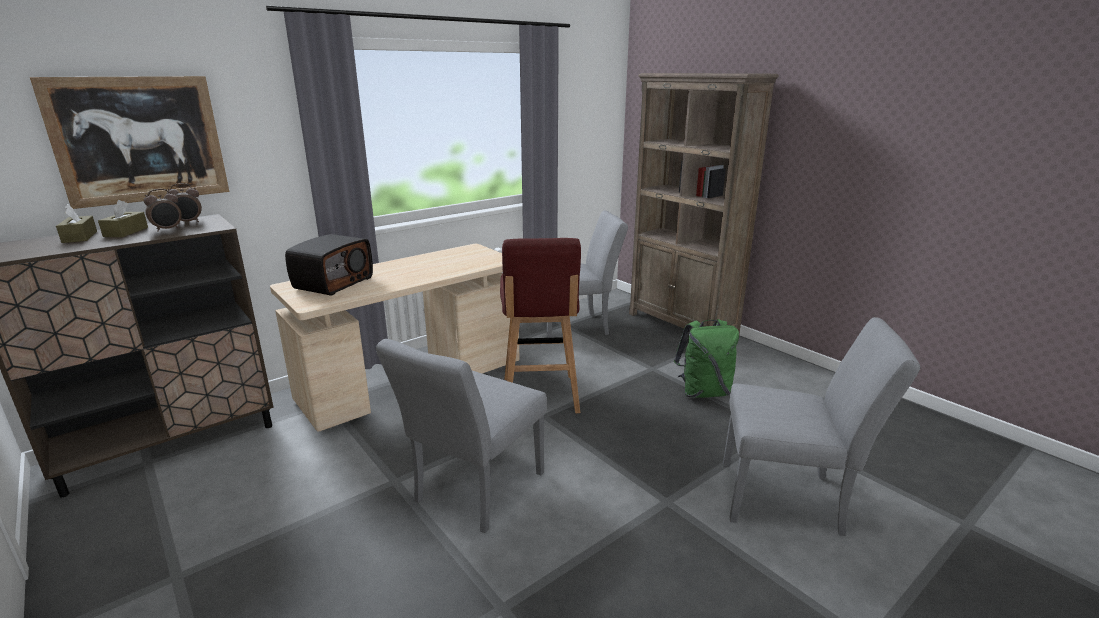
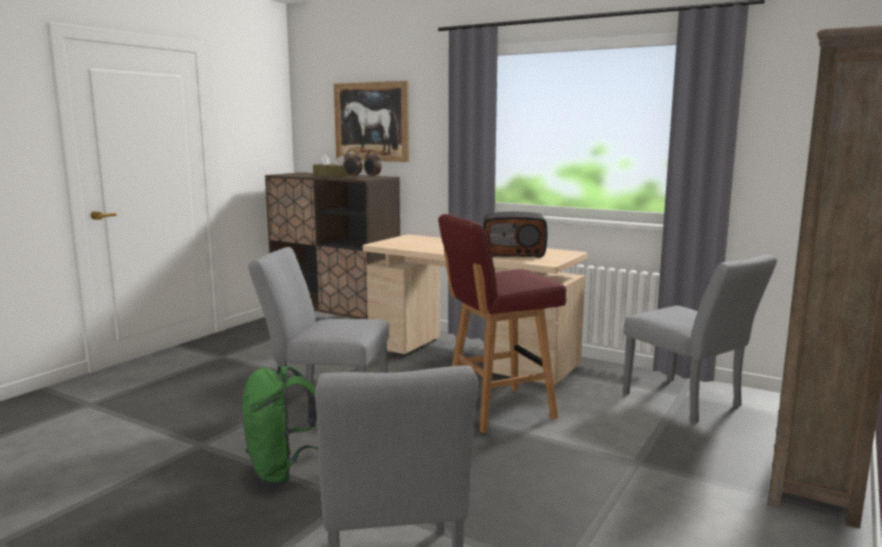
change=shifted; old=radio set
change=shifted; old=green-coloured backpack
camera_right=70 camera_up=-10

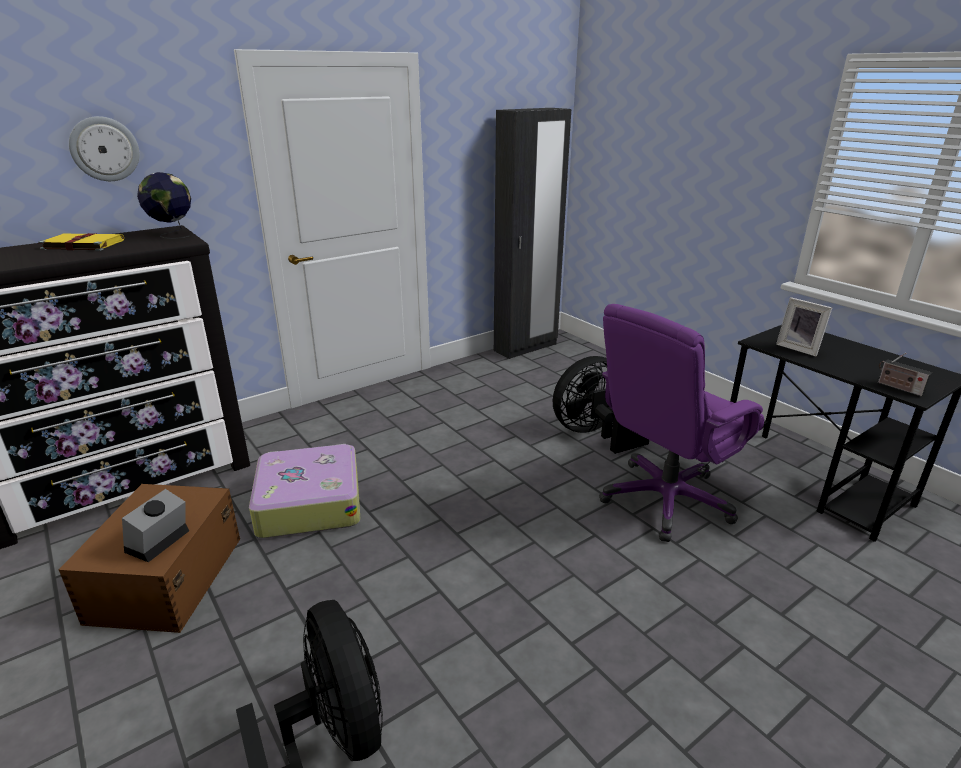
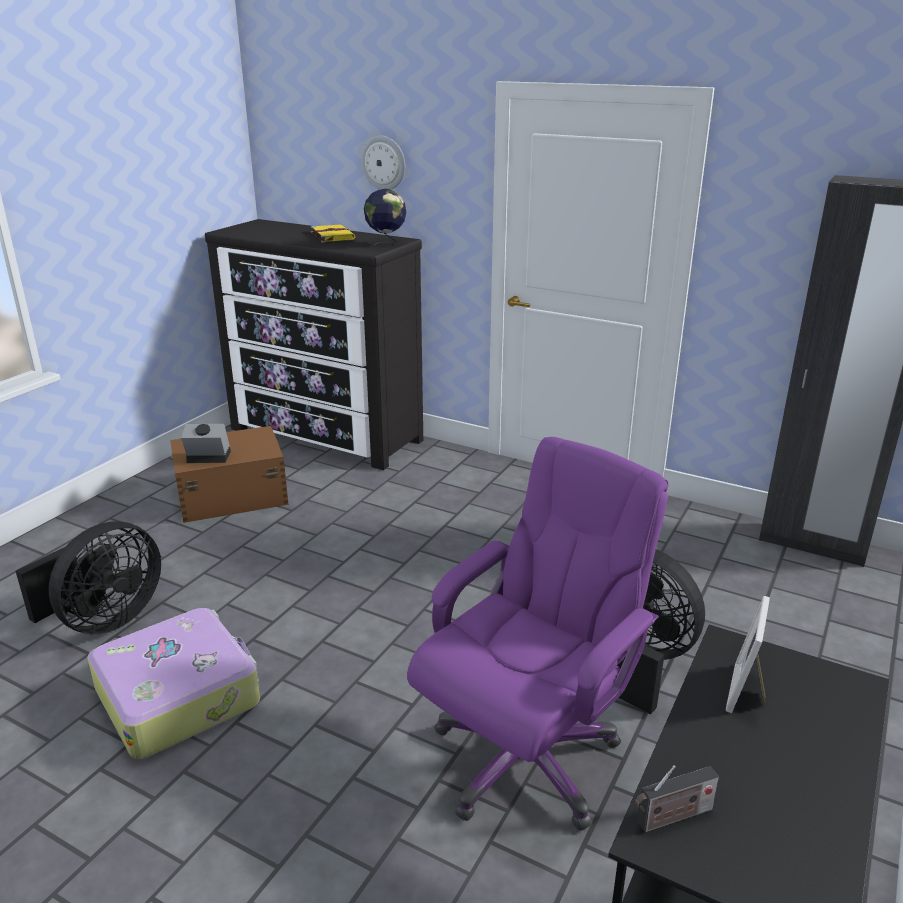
change=shifted; old=piece of luggage
change=rotated; old=purple desk chair; degrees=105
change=rotated; old=radio set; degrees=-135
camera_right=65 camera_up=0

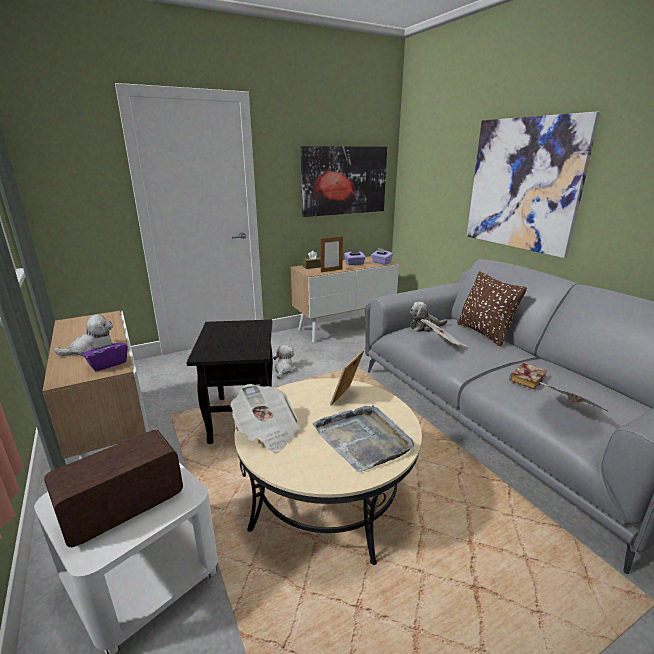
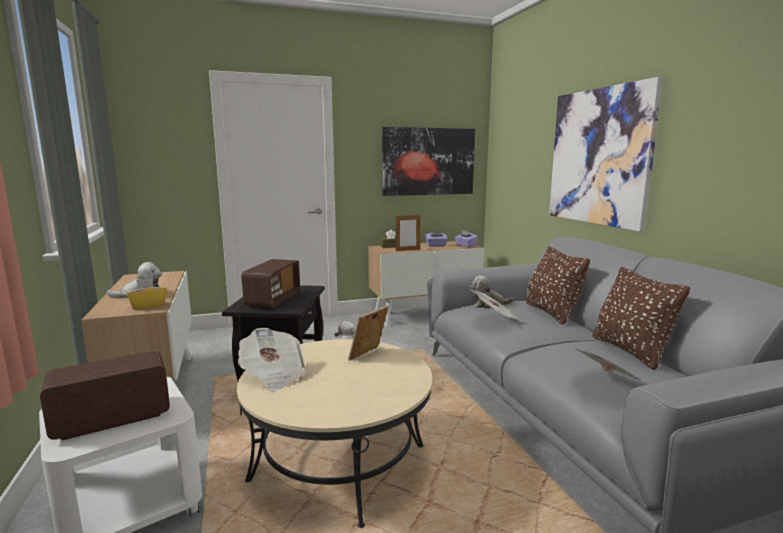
change=gone; old=greyish tray
change=gone; old=volume
change=new; new=radio set (no. 2 from left)
change=new; new=brown pillow (no. 2 from left)
change=repainted; old=purple box of tissues (no. 1 from left); new=yellowish box of tissues
camera_right=10 camera_up=-10

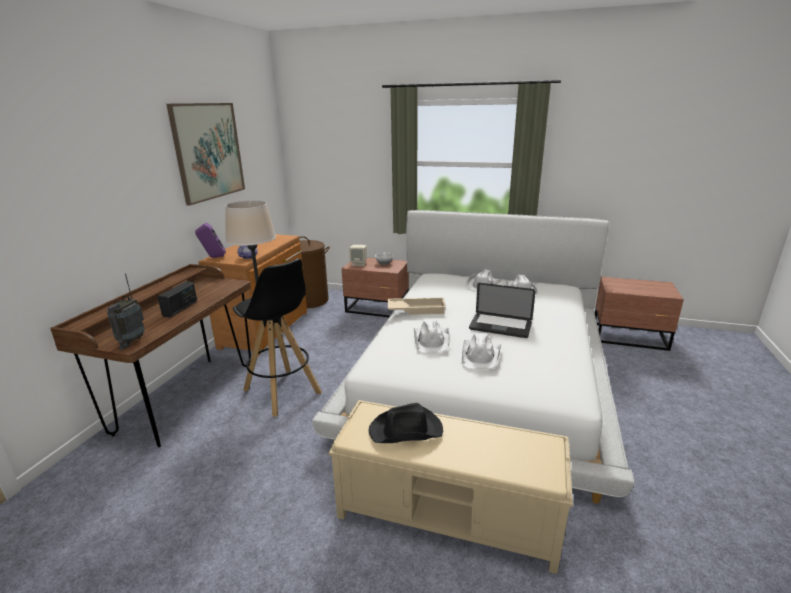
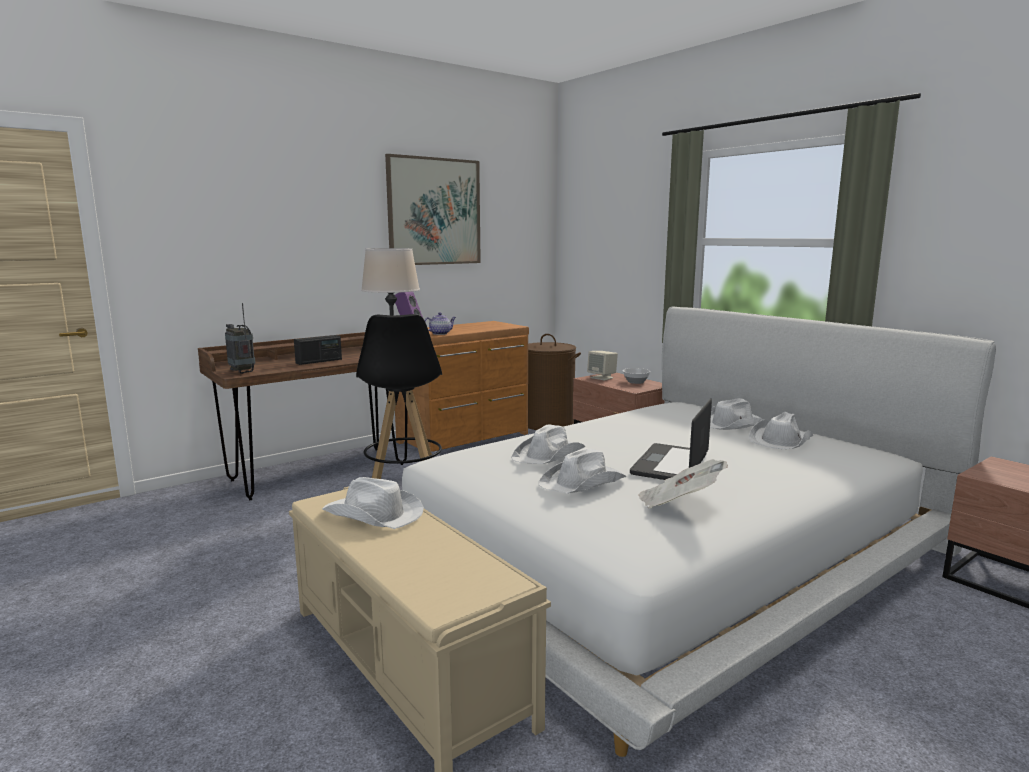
change=gone; old=sand-coloured tray
change=new; new=newspaper
change=repainted; old=black hat; new=white-coloured hat (no. 1 from left)
change=rotated; old=radio set (no. 1 from left); degrees=90
change=rotated; old=notebook computer; degrees=60
camera_right=35 camera_up=-10

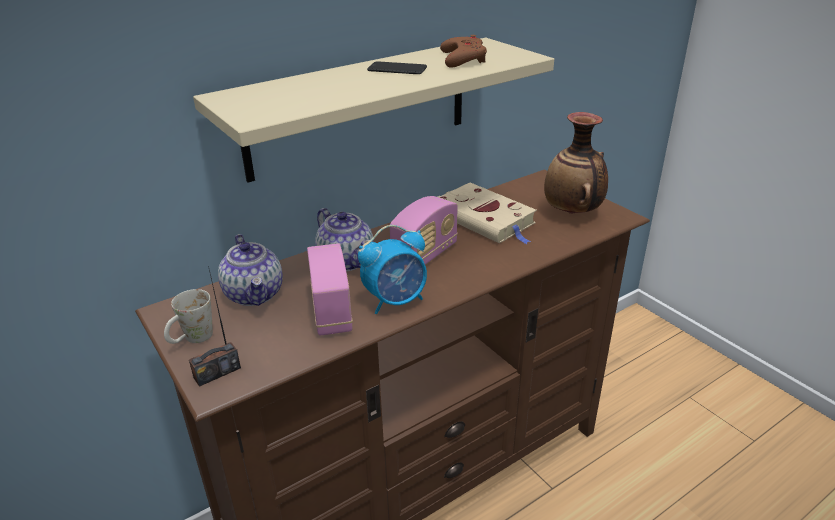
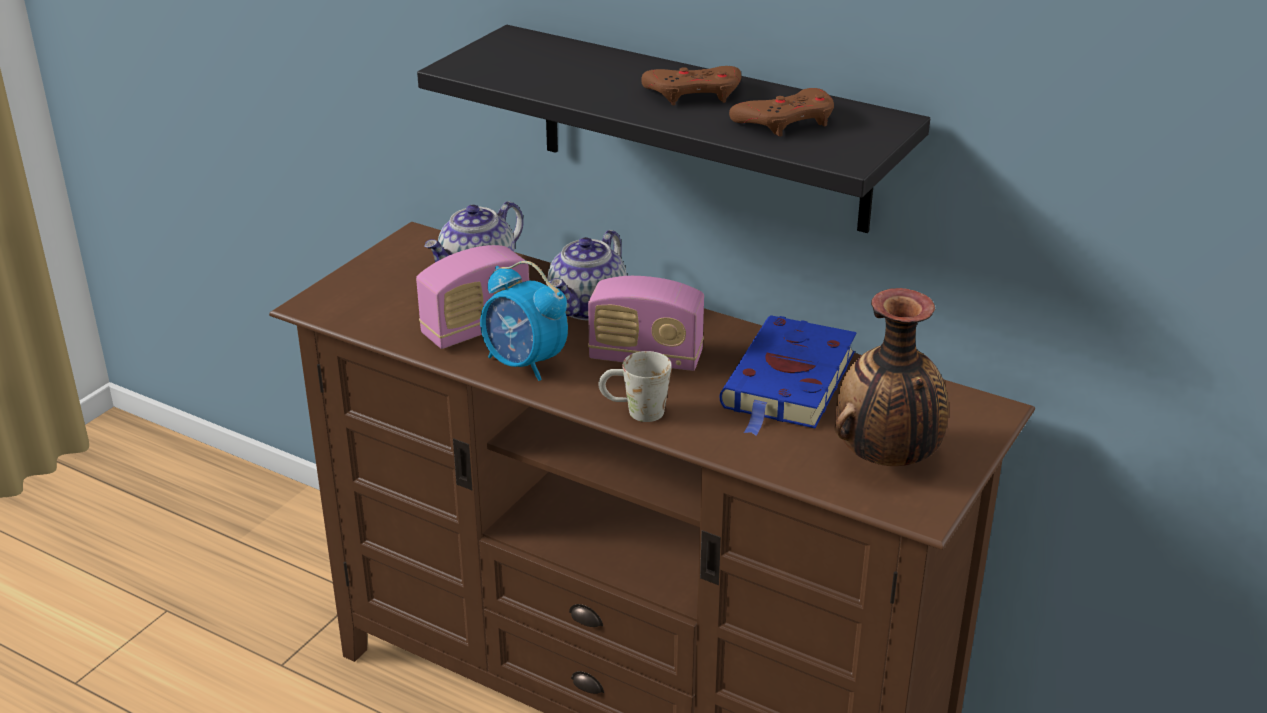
change=gone; old=radio set (no. 1 from left)
change=shifted; old=white-coloured mug
change=swapped; old=telephone; new=brown gamepad (no. 1 from left)
change=repainted; old=sand-coloured shelf; new=black shelf
change=repainted; old=sand-coloured volume; new=bluish volume
camera_right=65 camera_up=0

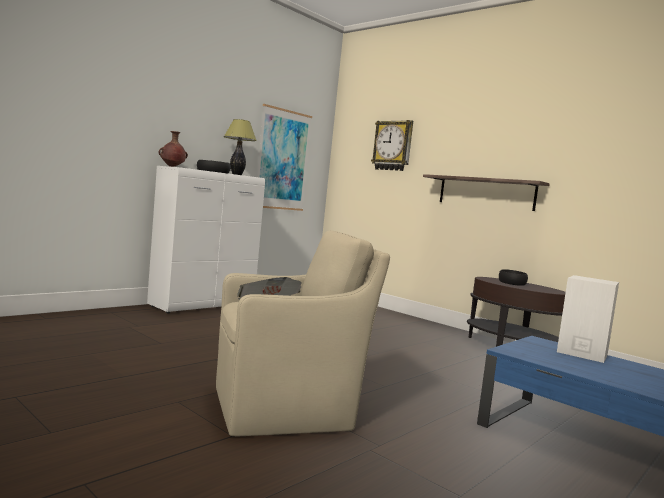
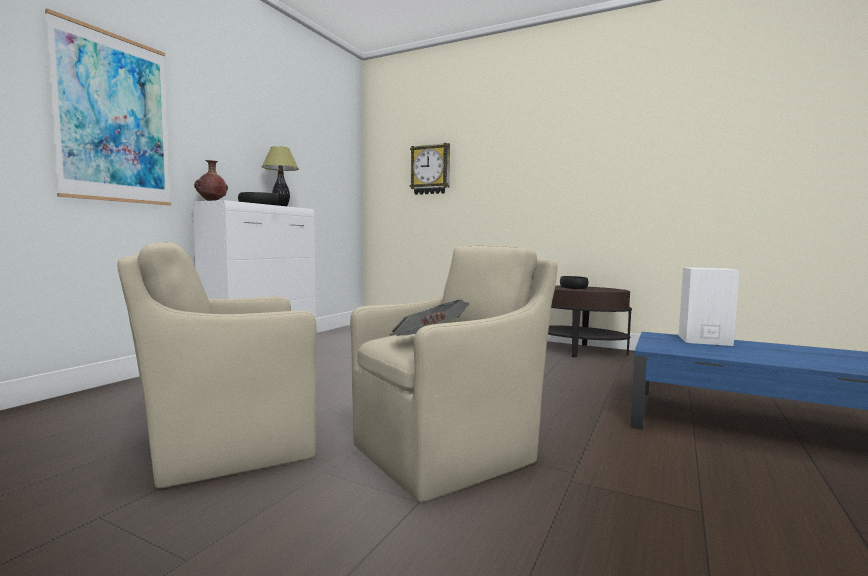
change=gone; old=shelf
change=new; new=sand-coloured easy chair (no. 1 from left)
change=shifted; old=wall art
camera_right=-15 camera_up=0

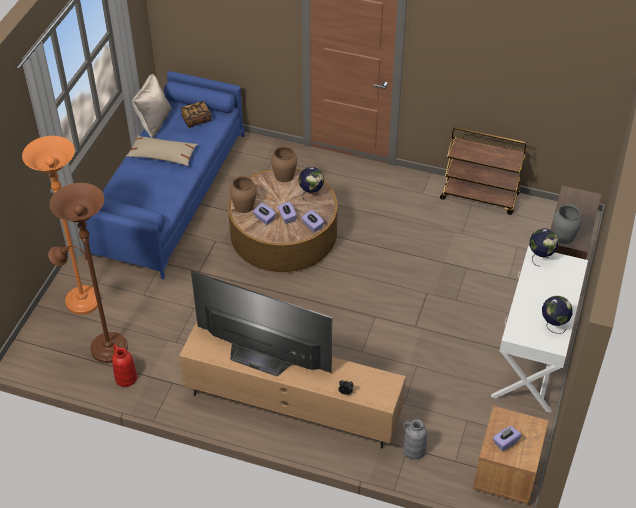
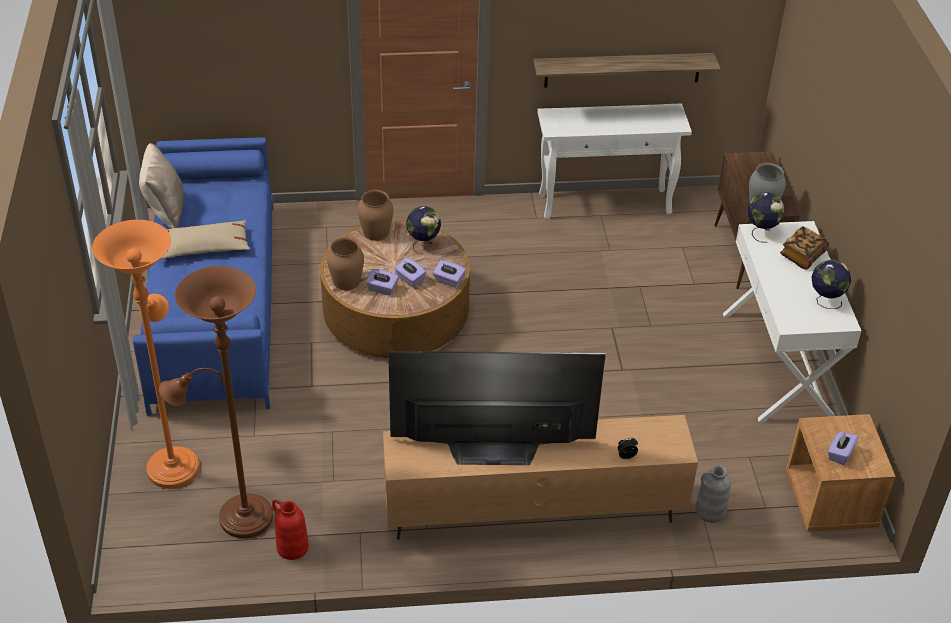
change=new; new=shelf
change=shifted; old=volume
change=swapped; old=brown wheeled cart; new=white-coloured console table (no. 1 from left)
camera_right=-25 camera_up=-5

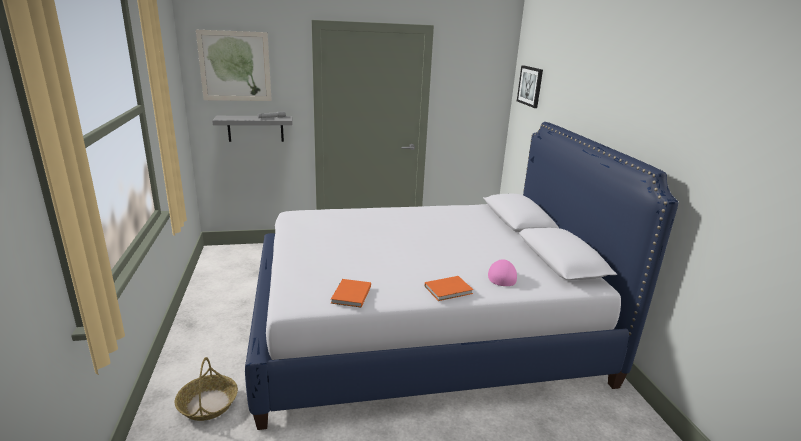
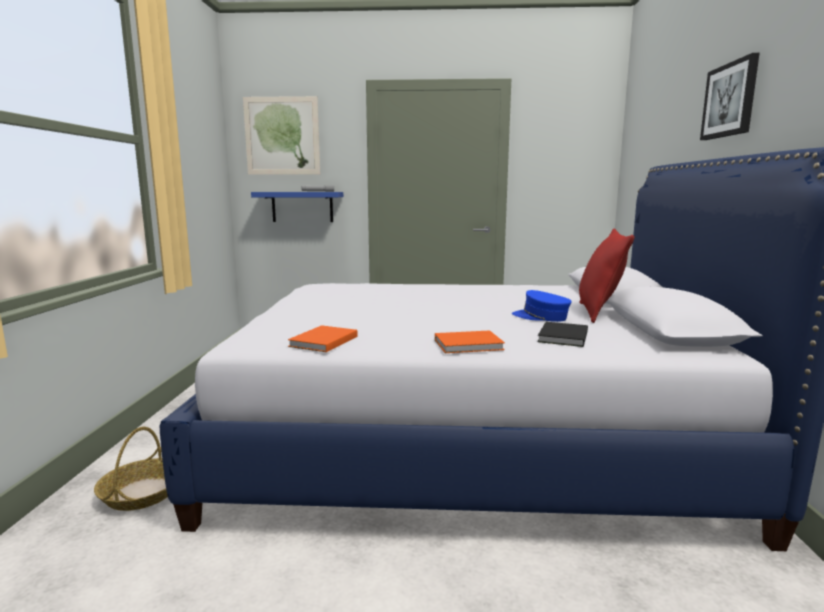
change=new; new=bluish peaked cap
change=new; new=red-coloured pillow
change=shifted; old=wall art (no. 2 from left)
change=swapped; old=pink peaked cap; new=black volume
change=repainted; old=greyish shelf; new=bluish shelf
camera_right=15 camera_up=-10

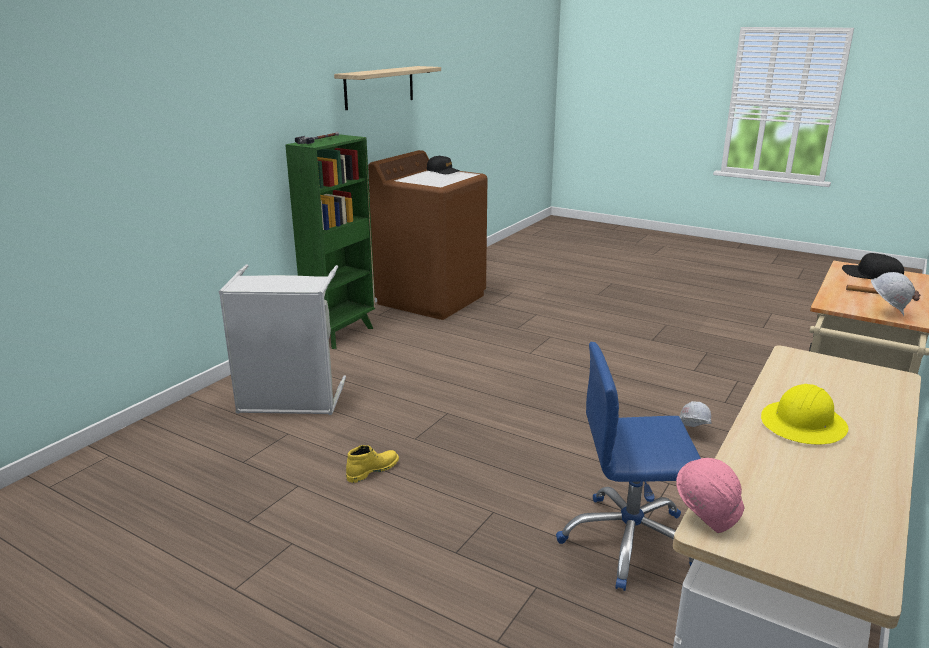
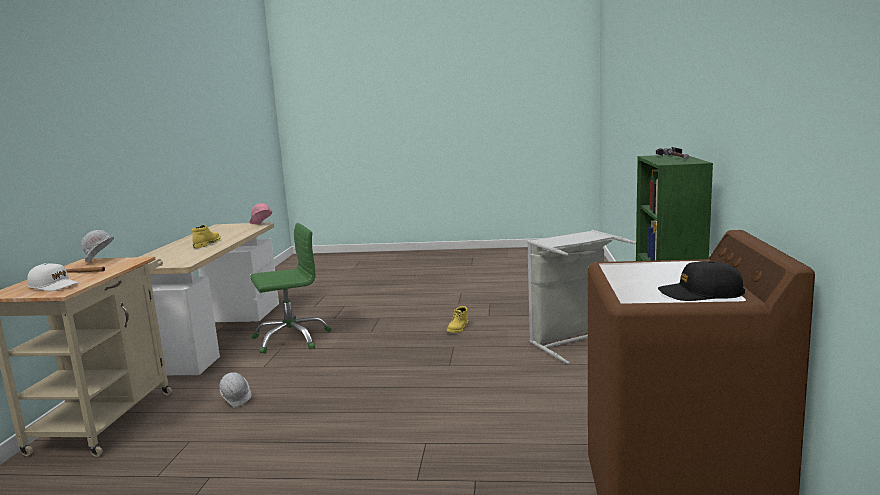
change=gone; old=shelf
change=swapped; old=yellowish safety helmet; new=yellowish boot (no. 1 from left)
change=repainted; old=bluish desk chair; new=green-coloured desk chair
change=repainted; old=black peaked cap (no. 2 from left); new=white-coloured peaked cap
camera_right=155 camera_up=-10

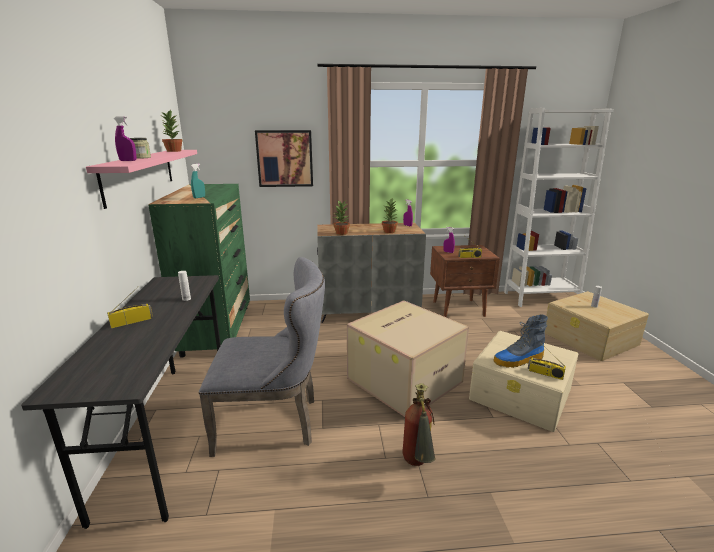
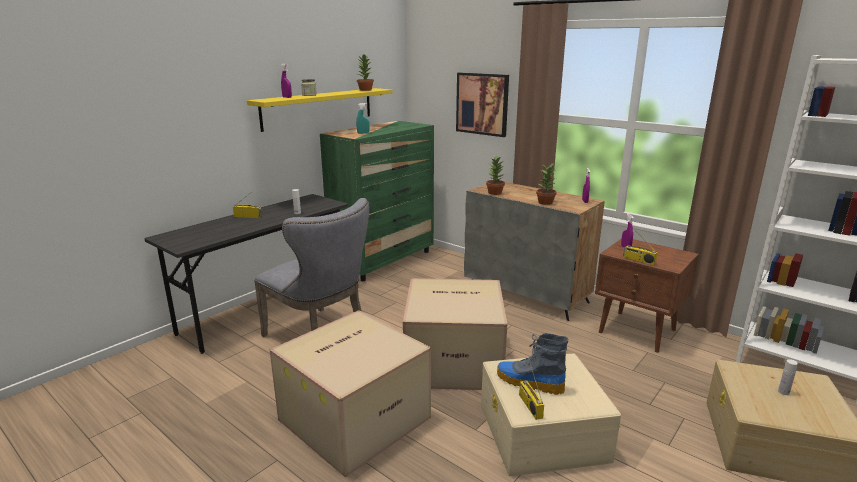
change=swapped; old=extinguisher; new=packing box (no. 1 from left)
change=repainted; old=pink shelf; new=yellowish shelf
camera_right=45 camera_up=0

